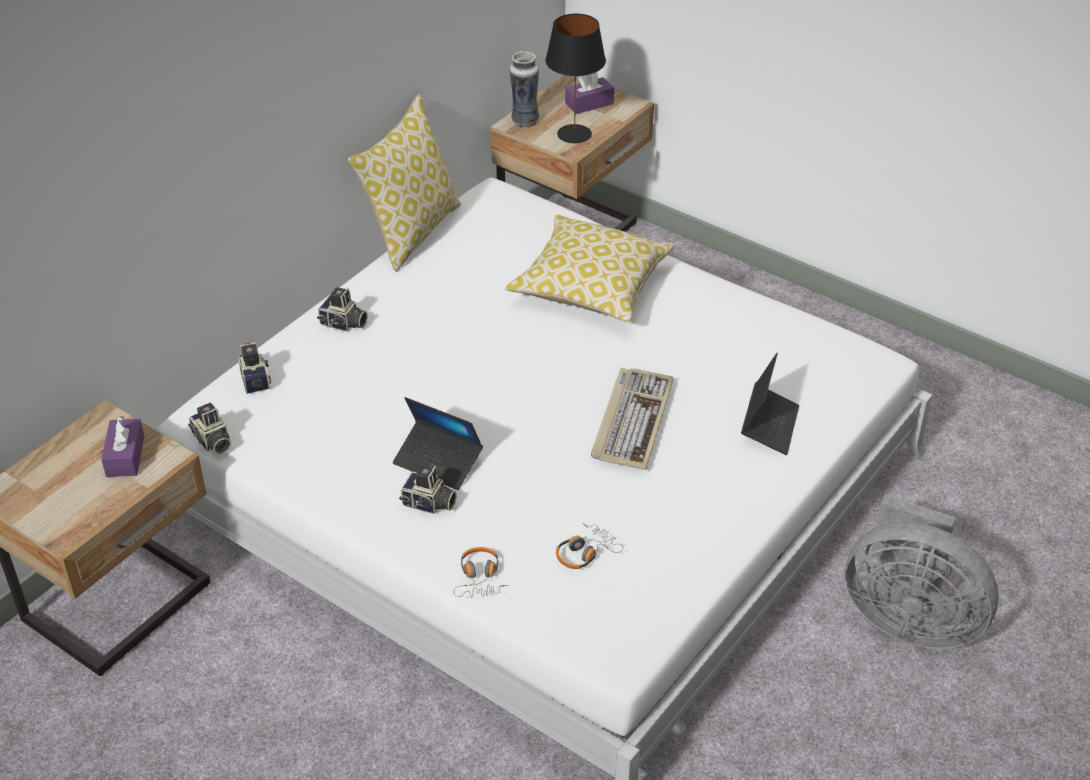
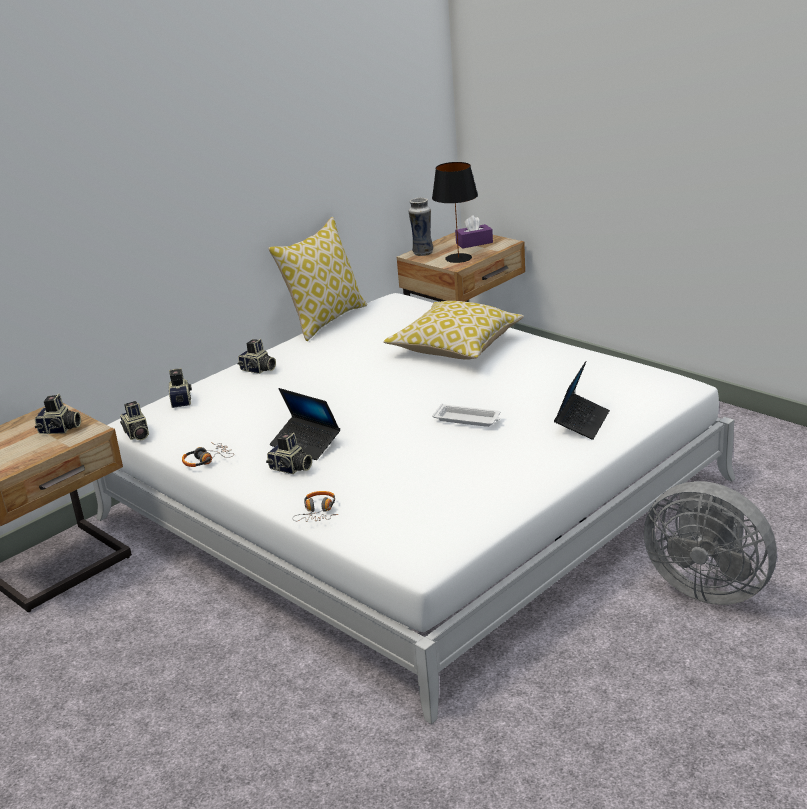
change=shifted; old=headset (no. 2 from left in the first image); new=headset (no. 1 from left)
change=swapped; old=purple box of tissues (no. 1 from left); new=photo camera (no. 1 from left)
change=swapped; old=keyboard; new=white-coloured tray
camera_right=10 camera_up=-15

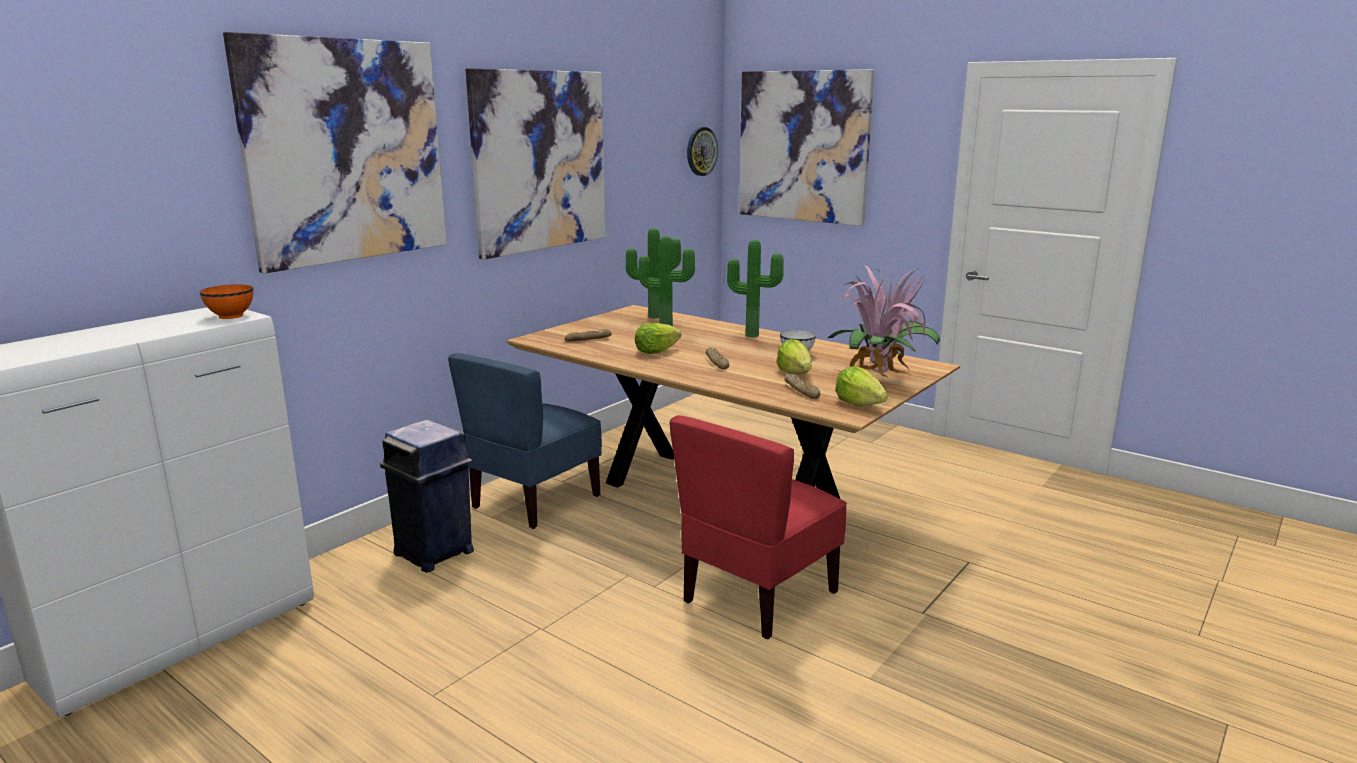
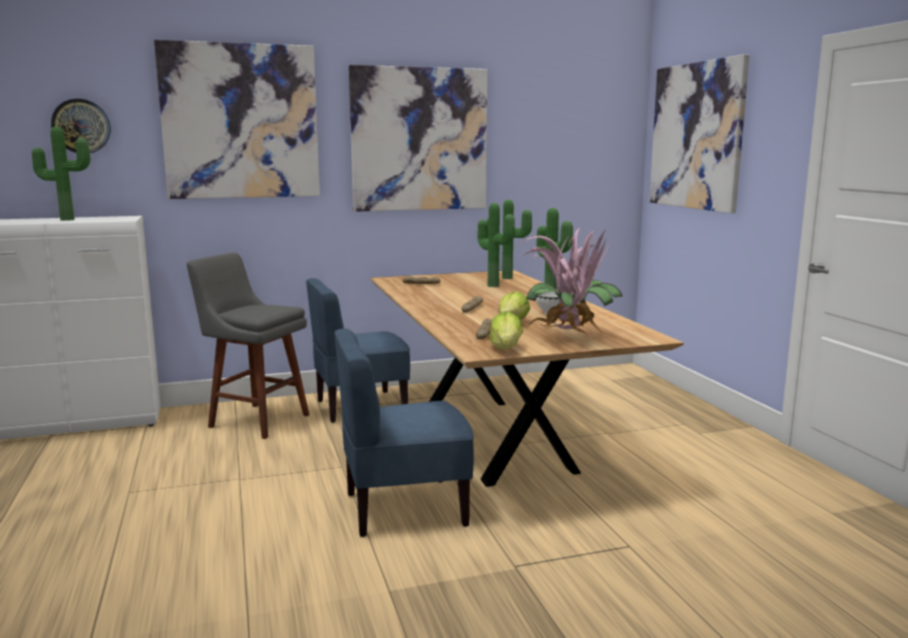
change=gone; old=orangey serving bowl
change=gone; old=head of lettuce (no. 1 from left)
change=new; new=houseplant (no. 1 from left)
change=shifted; old=clock on the wall
change=swapped; old=bluish waste bin; new=greyish sitting stool
change=repainted; old=red-coloured plain chair; new=bluish plain chair (no. 2 from left)
camera_right=35 camera_up=-5

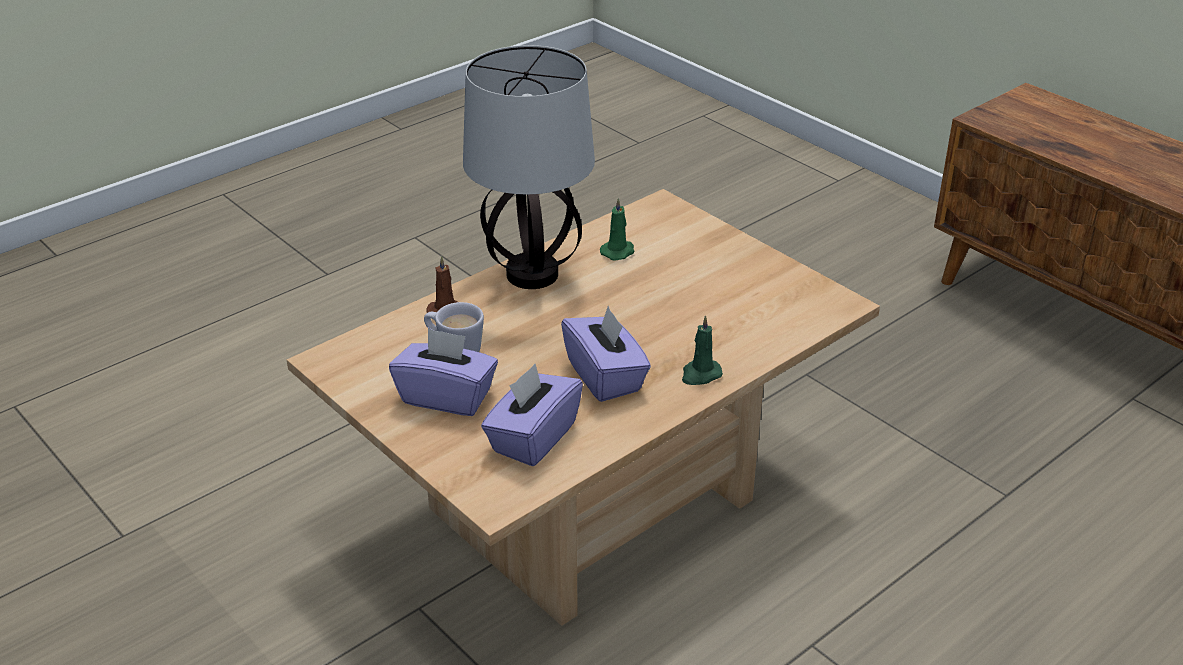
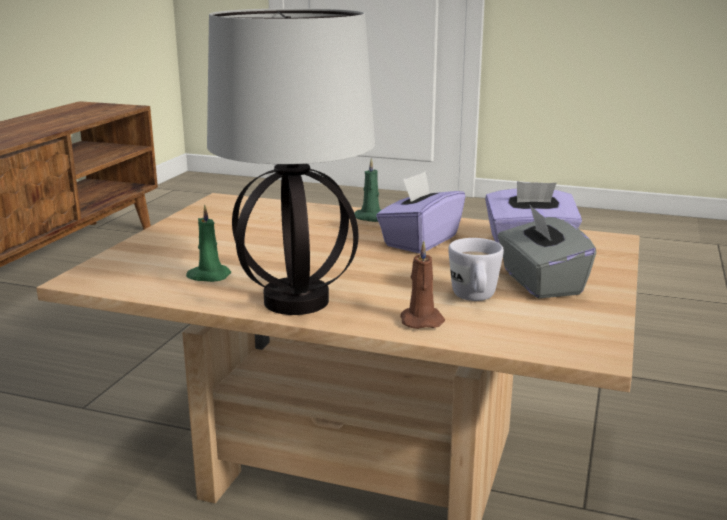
change=repainted; old=purple box of tissues (no. 1 from left); new=greyish box of tissues
camera_right=-120 camera_up=-15

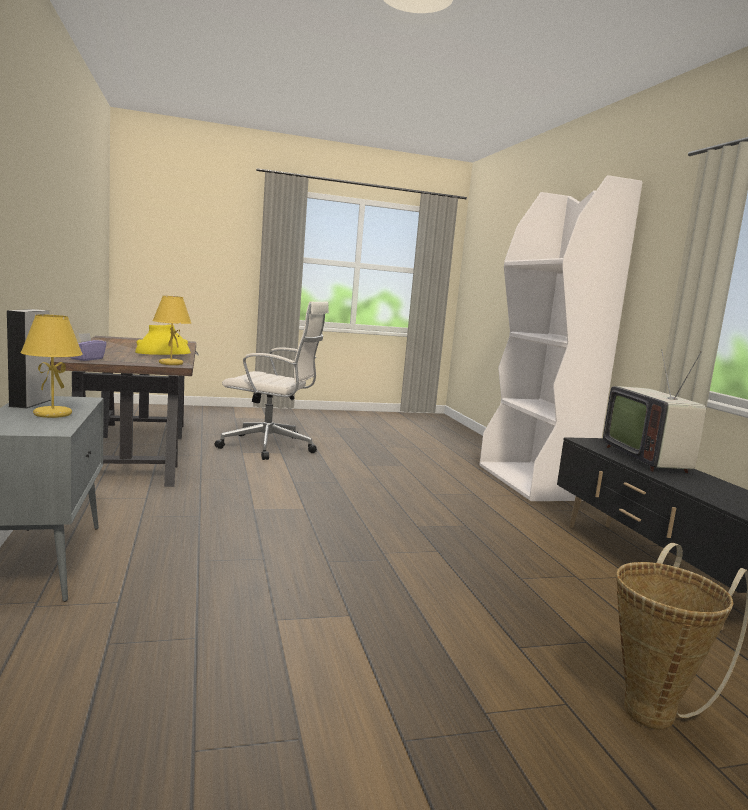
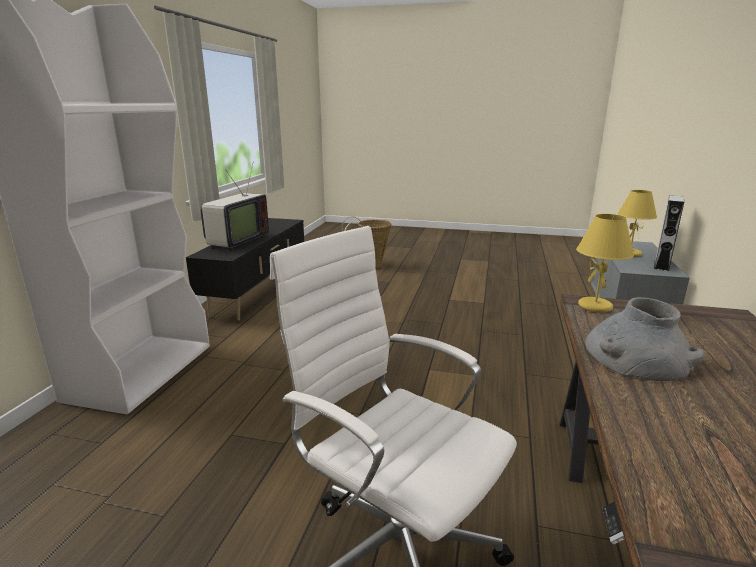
change=gone; old=purple box of tissues
change=repainted; old=yellowish vase; new=greyish vase
camera_right=-150 camera_up=10

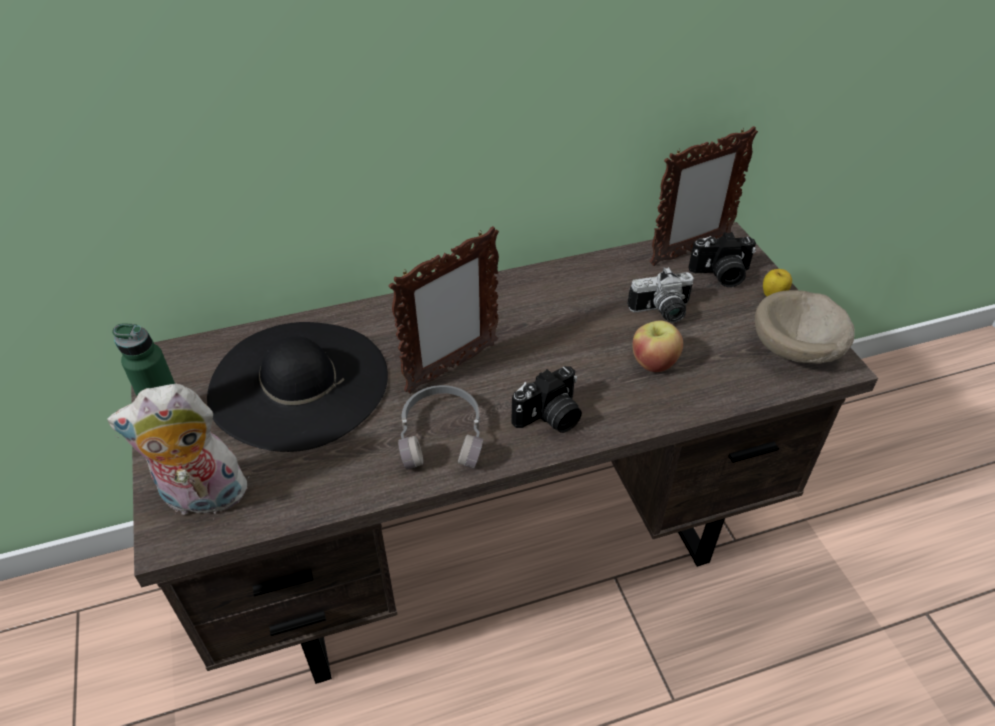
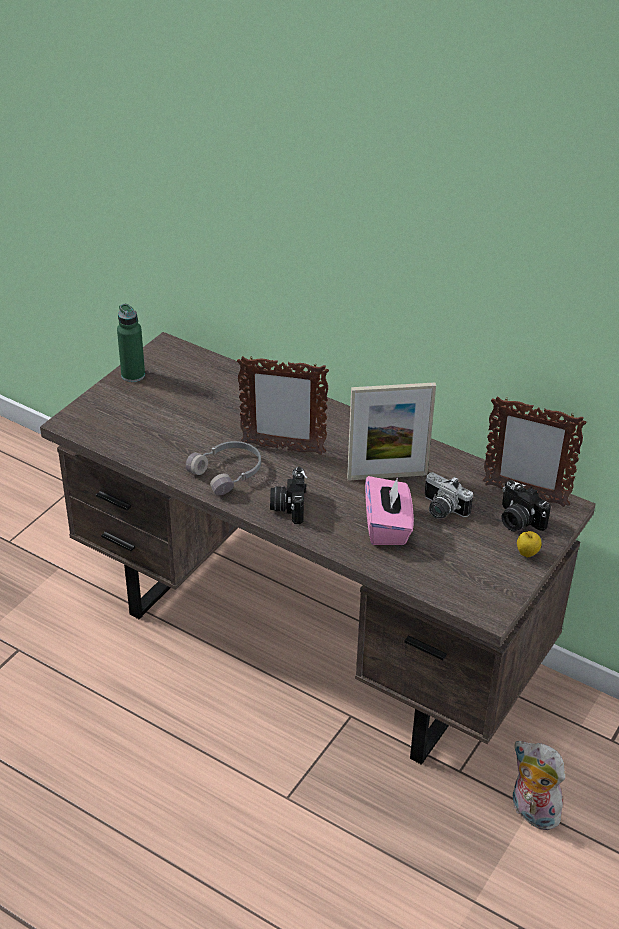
change=gone; old=black hat
change=gone; old=sand-coloured serving bowl
change=new; new=standing frame (no. 2 from left)
change=shifted; old=soft toy
change=swapped; old=apple (no. 1 from left); new=pink box of tissues
change=rotated; old=photo camera (no. 1 from left); degrees=75
camera_right=50 camera_up=-5

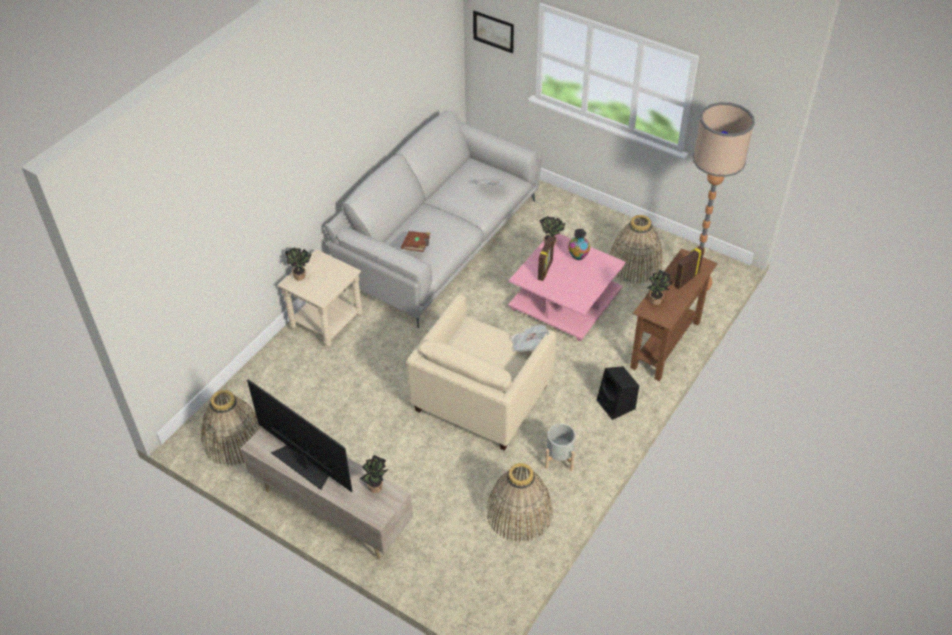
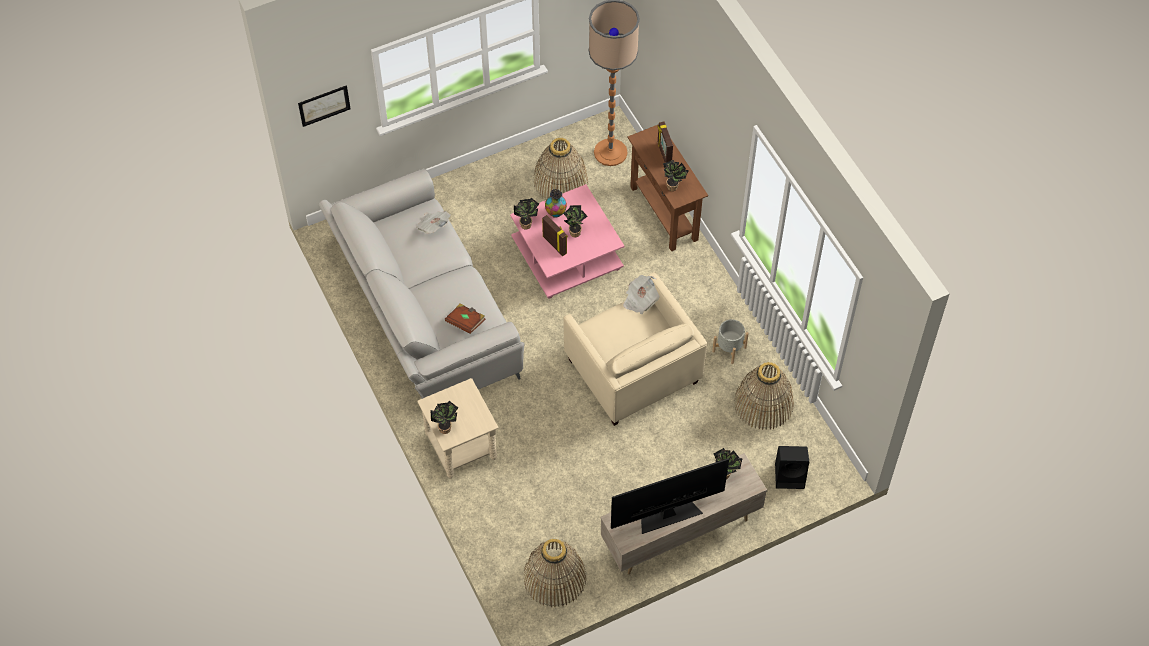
change=new; new=houseplant (no. 3 from left)
change=shifted; old=black loudspeaker
camera_right=-60 camera_up=10

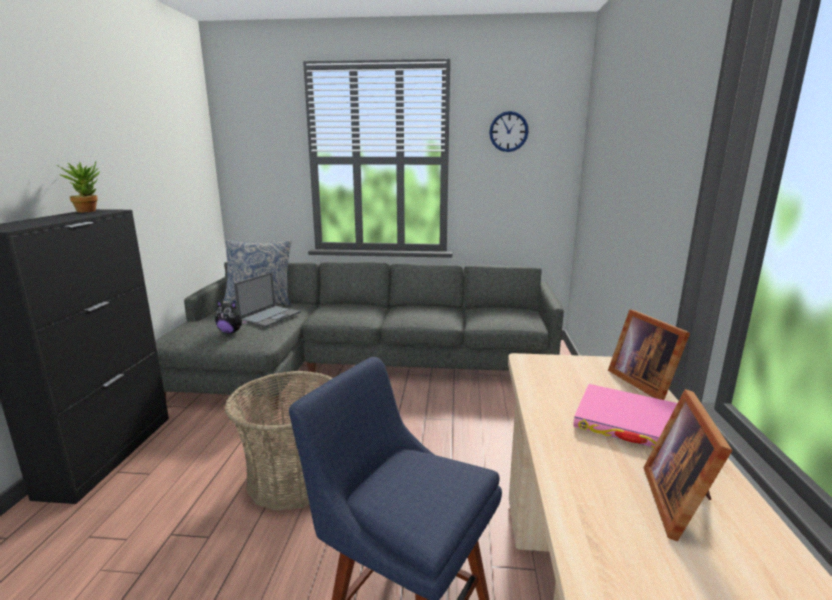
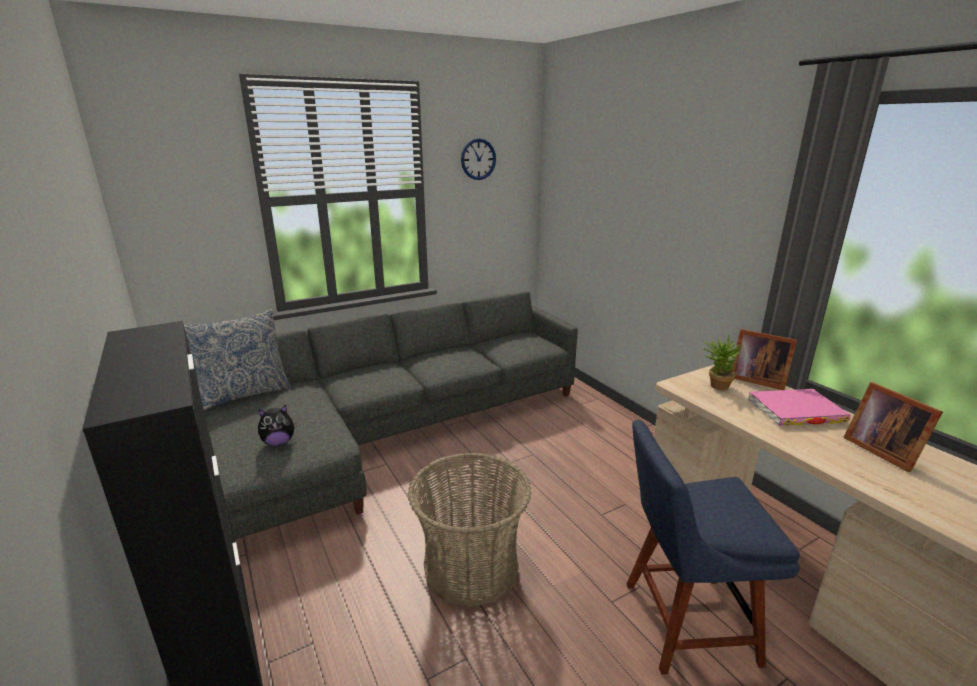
change=gone; old=notebook computer
change=shifted; old=houseplant
camera_right=-35 camera_up=5

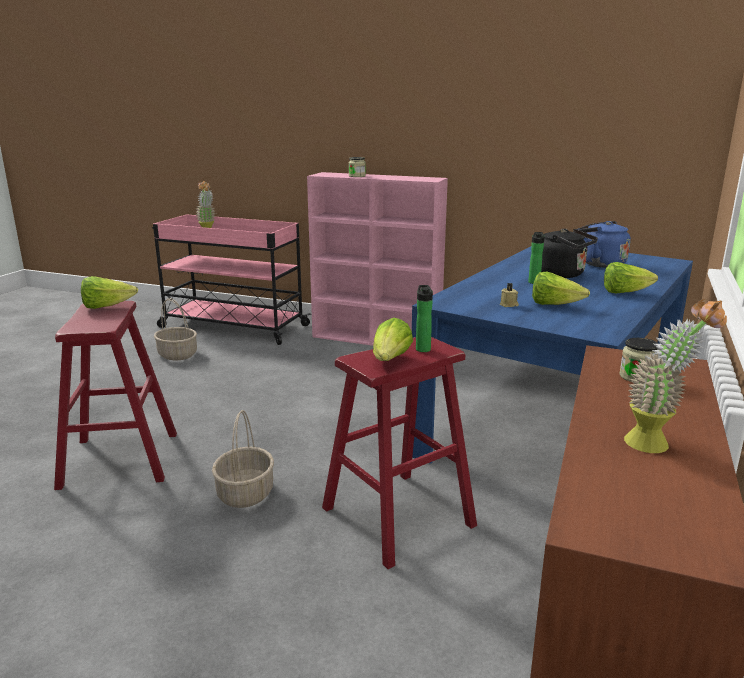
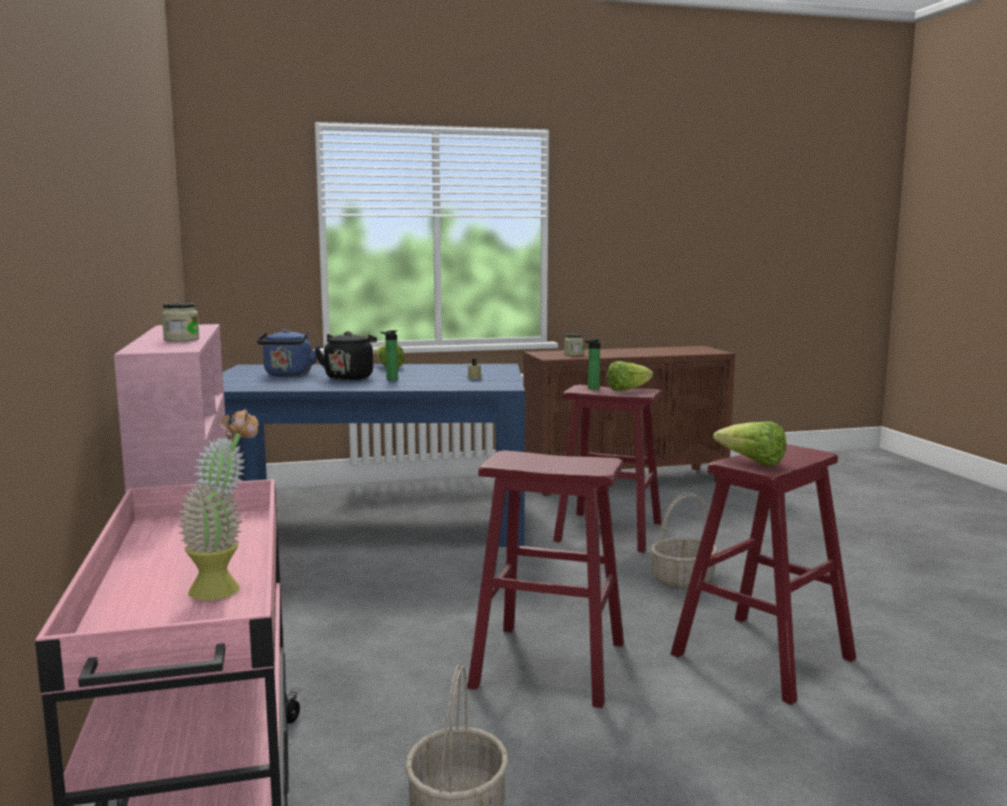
change=gone; old=head of lettuce (no. 3 from left)
change=gone; old=houseplant (no. 2 from left)
change=new; new=red-coloured sitting stool (no. 1 from left)
camera_right=-125 camera_up=-10

